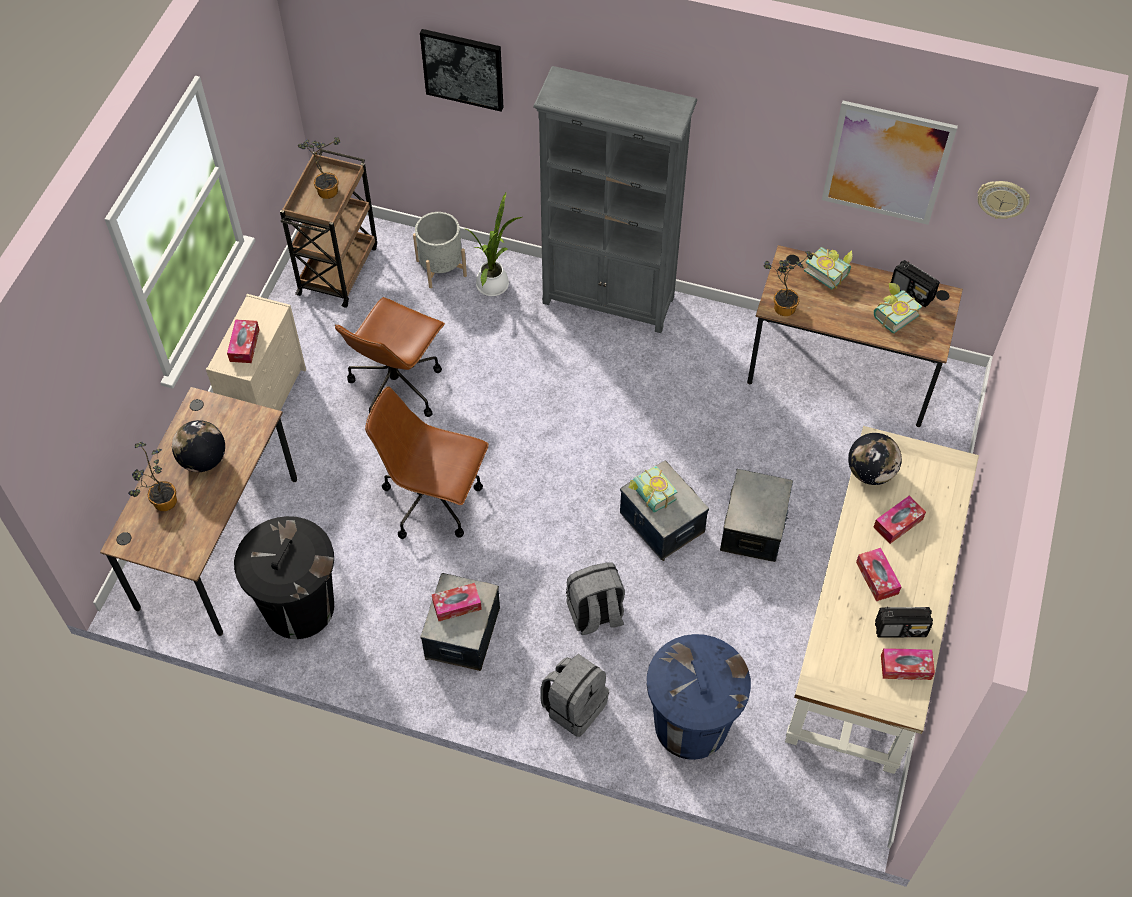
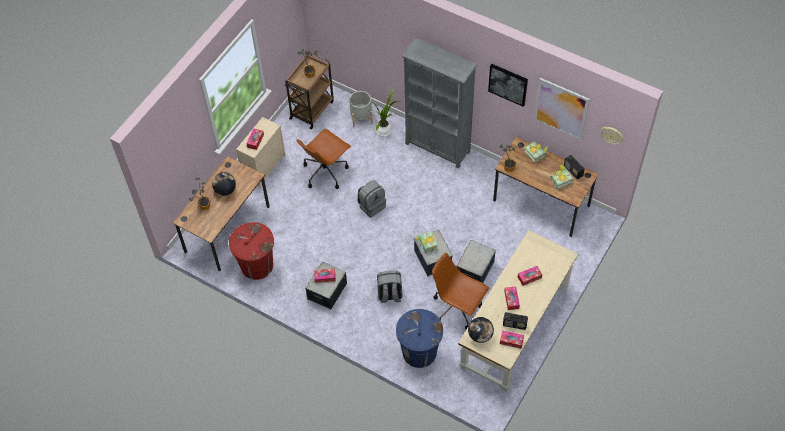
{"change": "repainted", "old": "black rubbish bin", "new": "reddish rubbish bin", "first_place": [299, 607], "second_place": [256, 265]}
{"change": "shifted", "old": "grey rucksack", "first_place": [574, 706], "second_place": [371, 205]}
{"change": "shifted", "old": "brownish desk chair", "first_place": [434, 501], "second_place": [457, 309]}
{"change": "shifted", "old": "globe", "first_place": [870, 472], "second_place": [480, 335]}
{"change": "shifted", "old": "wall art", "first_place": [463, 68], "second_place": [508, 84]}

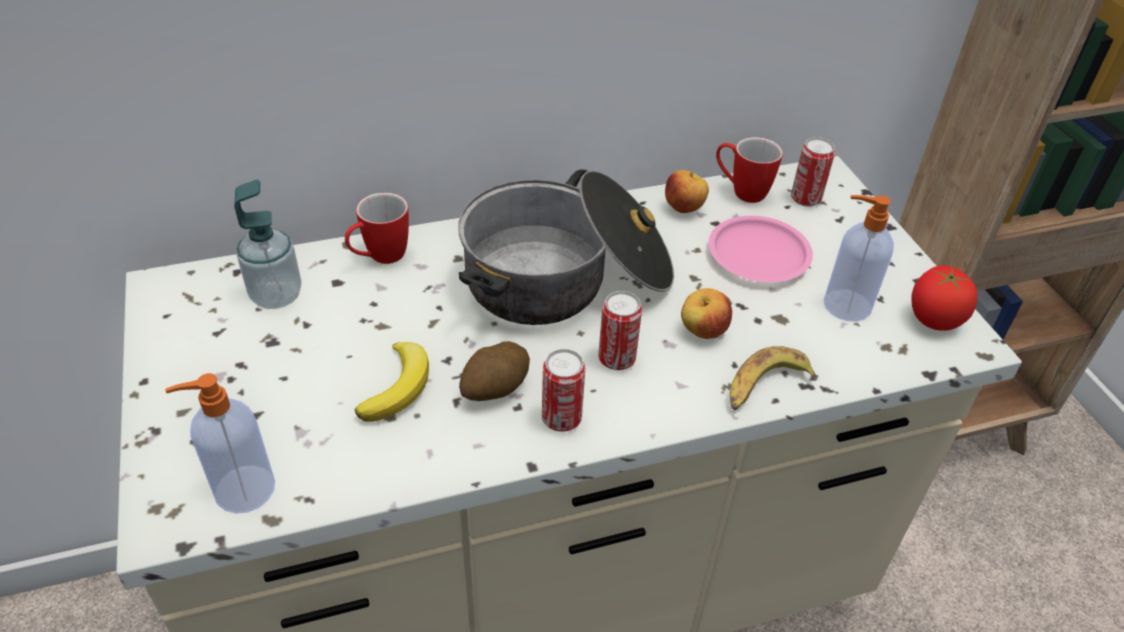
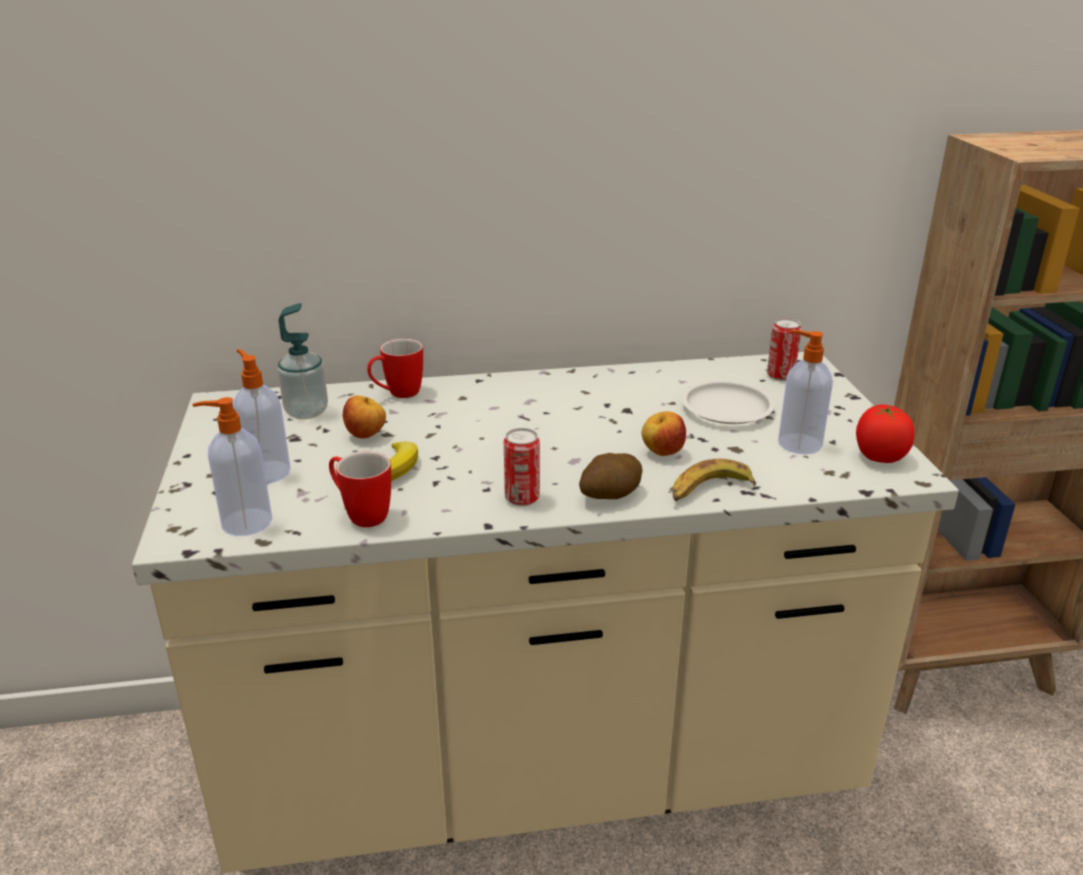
{"change": "new", "new": "soap dispenser", "second_place": [266, 472]}
{"change": "shifted", "old": "coffee mug", "first_place": [741, 191], "second_place": [361, 514]}
{"change": "shifted", "old": "whole apple", "first_place": [684, 209], "second_place": [366, 436]}
{"change": "shifted", "old": "whole potato", "first_place": [495, 389], "second_place": [610, 495]}
{"change": "repainted", "old": "pinkish flat dish", "new": "white flat dish", "first_place": [758, 256], "second_place": [726, 409]}
{"change": "gone", "old": "stockpot", "first_place": [567, 280]}
{"change": "gone", "old": "sealed can", "first_place": [616, 359]}

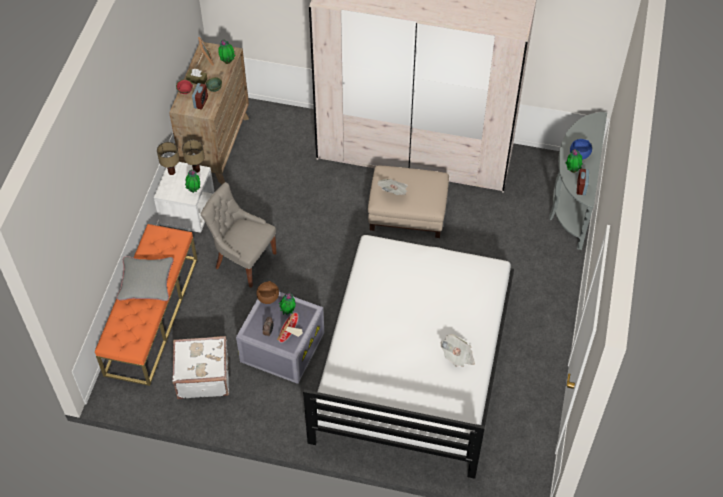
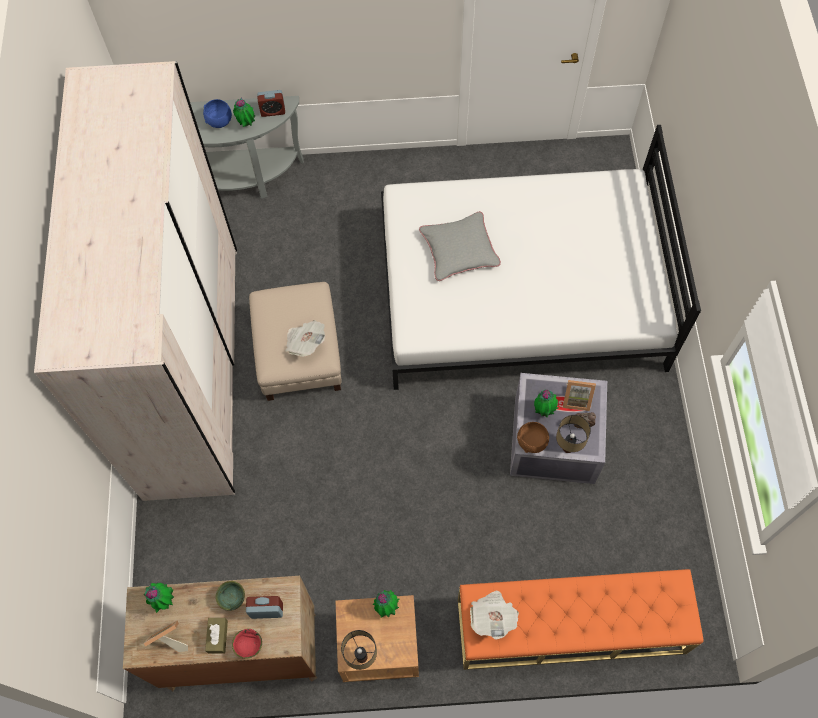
{"change": "repainted", "old": "white nightstand", "new": "brownish nightstand", "first_place": [188, 211], "second_place": [379, 646]}
{"change": "shifted", "old": "grey pillow", "first_place": [146, 282], "second_place": [459, 250]}
{"change": "shifted", "old": "newspaper", "first_place": [457, 356], "second_place": [492, 616]}
{"change": "shifted", "old": "tabletop lamp", "first_place": [196, 170], "second_place": [568, 448]}
{"change": "gone", "old": "white piece of luggage", "first_place": [203, 376]}
{"change": "gone", "old": "grey upright chair", "first_place": [244, 260]}

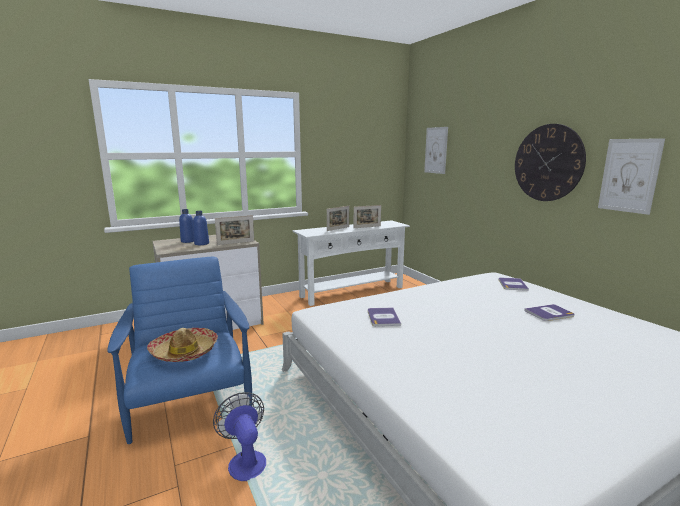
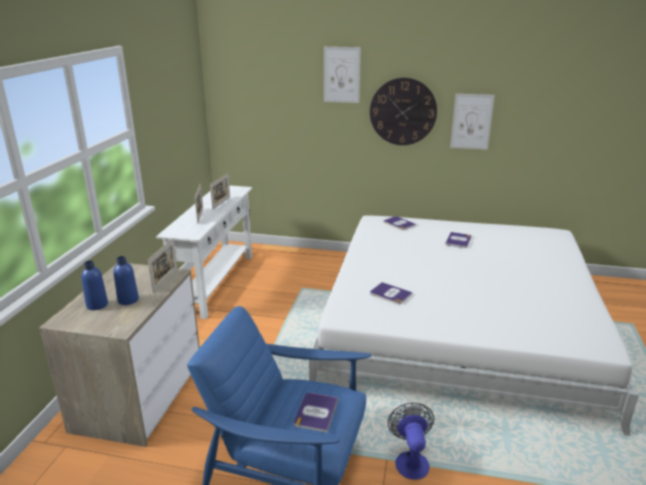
{"change": "swapped", "old": "clothing hat", "new": "book", "first_place": [184, 352], "second_place": [316, 412]}
{"change": "shifted", "old": "wall art", "first_place": [436, 150], "second_place": [341, 75]}
{"change": "rotated", "old": "fan", "first_place": [245, 460], "second_place": [410, 459], "degrees": 75}

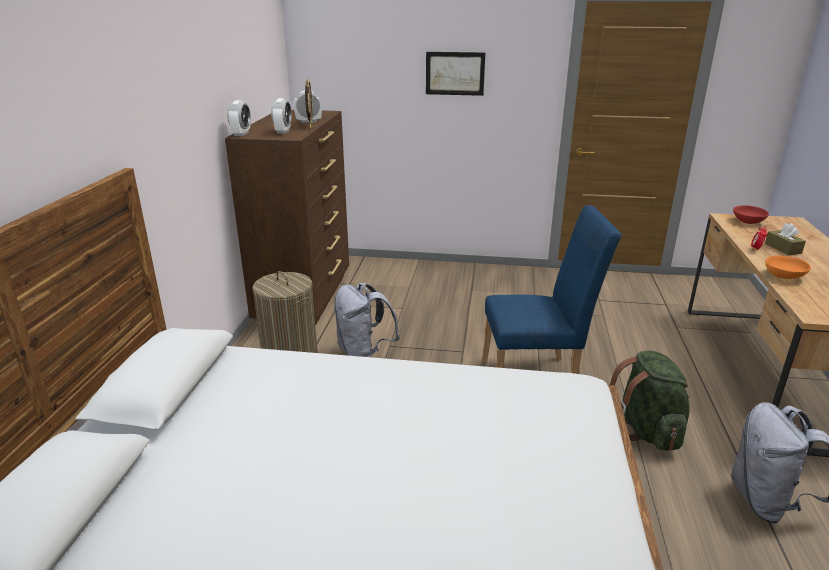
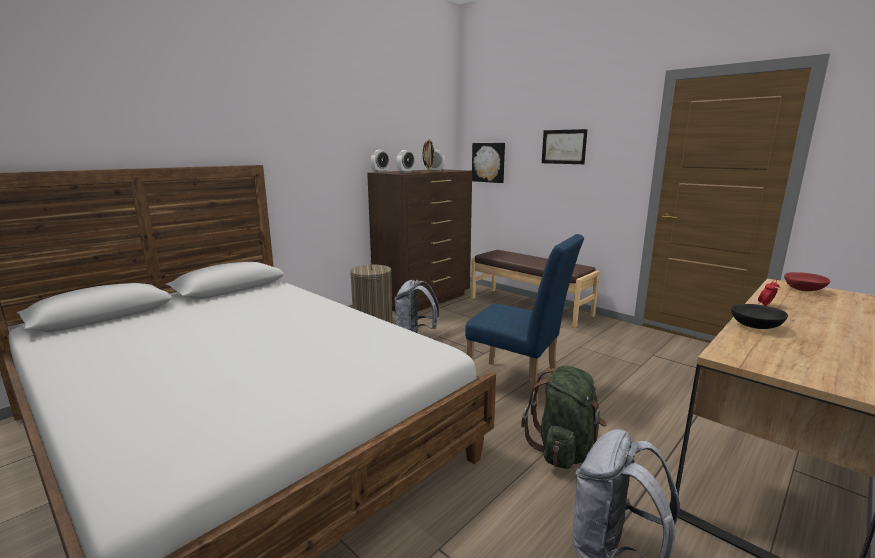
{"change": "new", "new": "brownish bench", "second_place": [529, 306]}
{"change": "new", "new": "wall art", "second_place": [489, 162]}
{"change": "repainted", "old": "orange bowl", "new": "black bowl", "first_place": [784, 276], "second_place": [756, 327]}
{"change": "gone", "old": "brownish box of tissues", "first_place": [782, 248]}

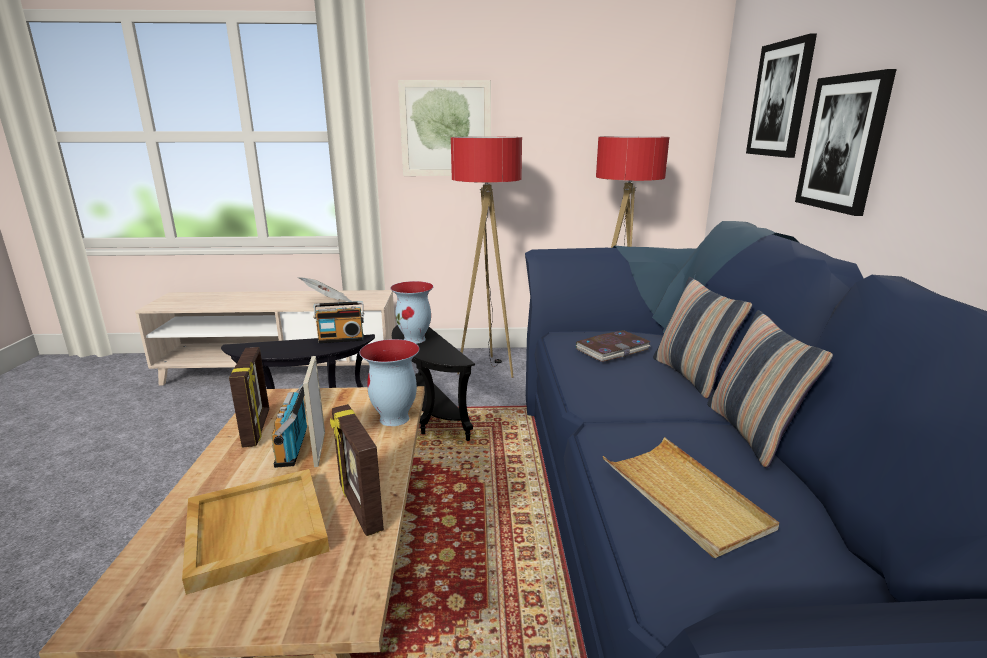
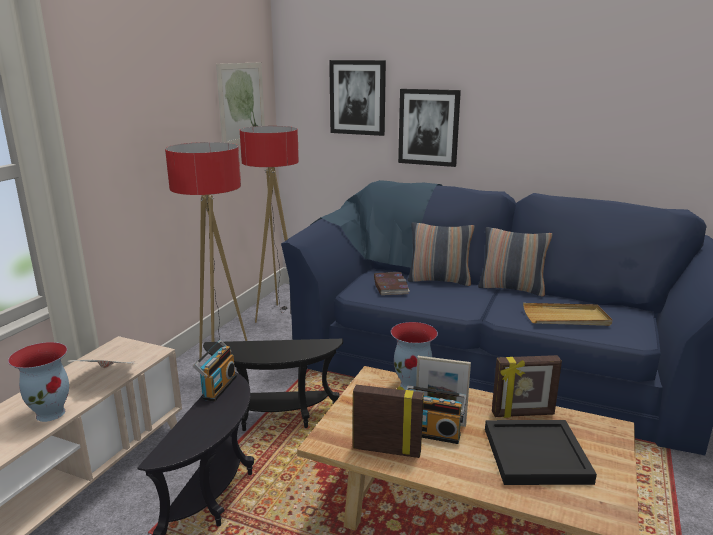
{"change": "shifted", "old": "flower vase", "first_place": [415, 339], "second_place": [51, 413]}
{"change": "shifted", "old": "wall art", "first_place": [446, 129], "second_place": [241, 103]}
{"change": "repainted", "old": "sand-coloured tray", "new": "black tray", "first_place": [255, 530], "second_place": [535, 455]}

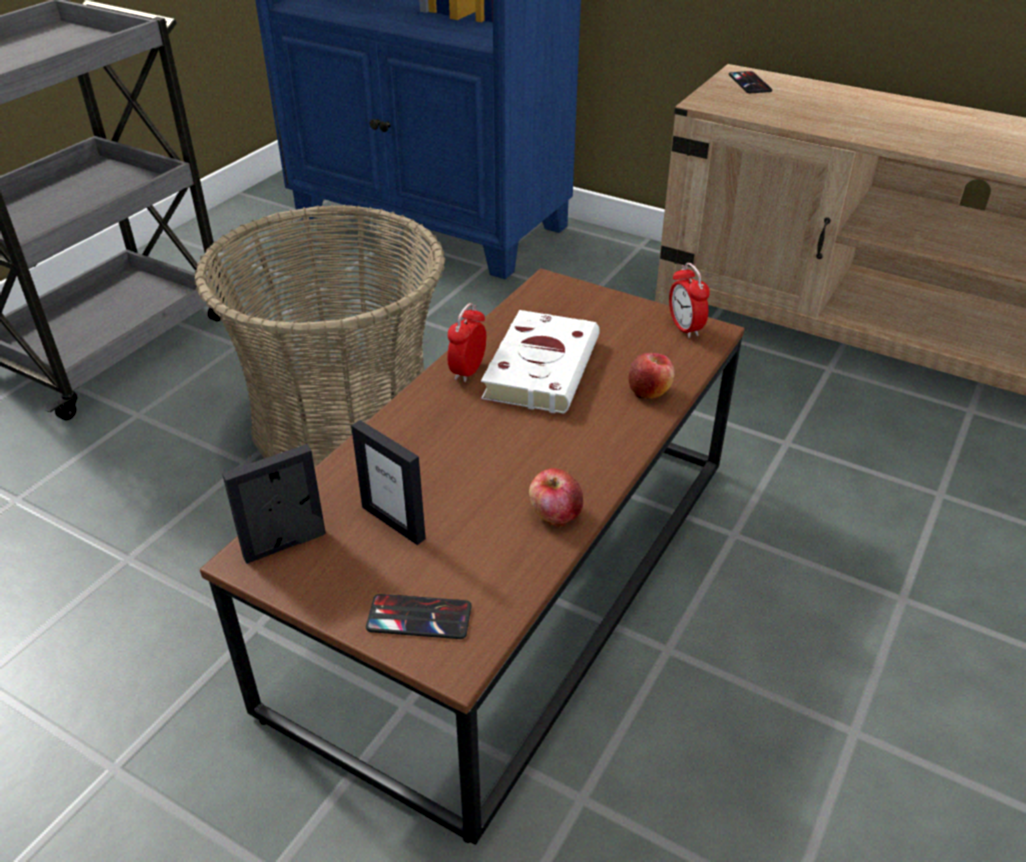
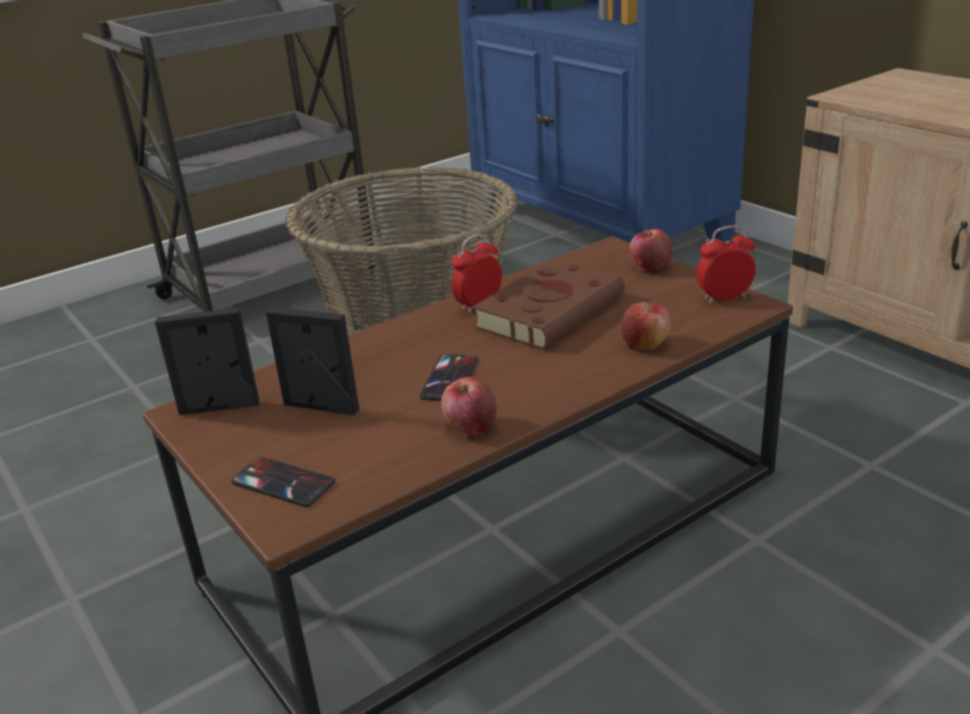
{"change": "rotated", "old": "photo frame", "first_place": [394, 522], "second_place": [321, 407], "degrees": 135}
{"change": "shifted", "old": "telephone", "first_place": [749, 83], "second_place": [450, 378]}
{"change": "repainted", "old": "white book", "new": "brownish book", "first_place": [542, 366], "second_place": [552, 310]}
{"change": "new", "new": "whole apple", "second_place": [650, 267]}
{"change": "rotated", "old": "table clock", "first_place": [685, 328], "second_place": [724, 298], "degrees": 75}

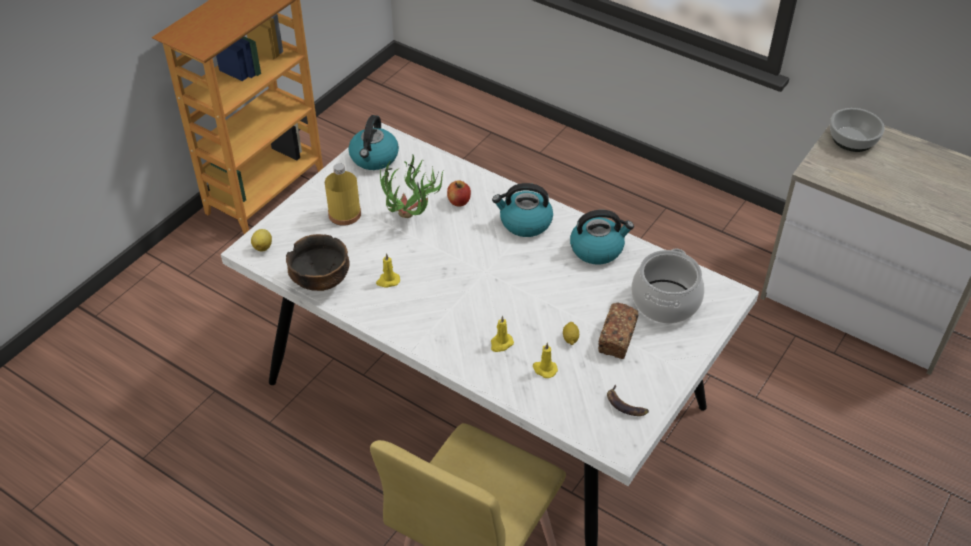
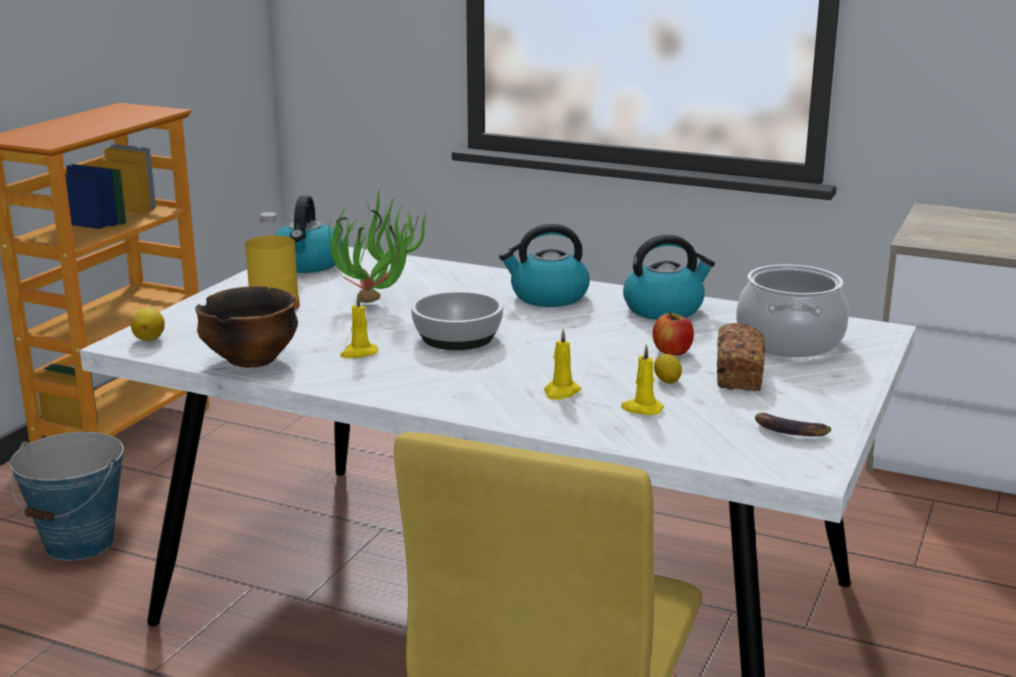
{"change": "new", "new": "water bucket", "second_place": [80, 543]}
{"change": "shifted", "old": "bowl", "first_place": [853, 139], "second_place": [458, 337]}
{"change": "shifted", "old": "whole apple", "first_place": [459, 201], "second_place": [672, 351]}

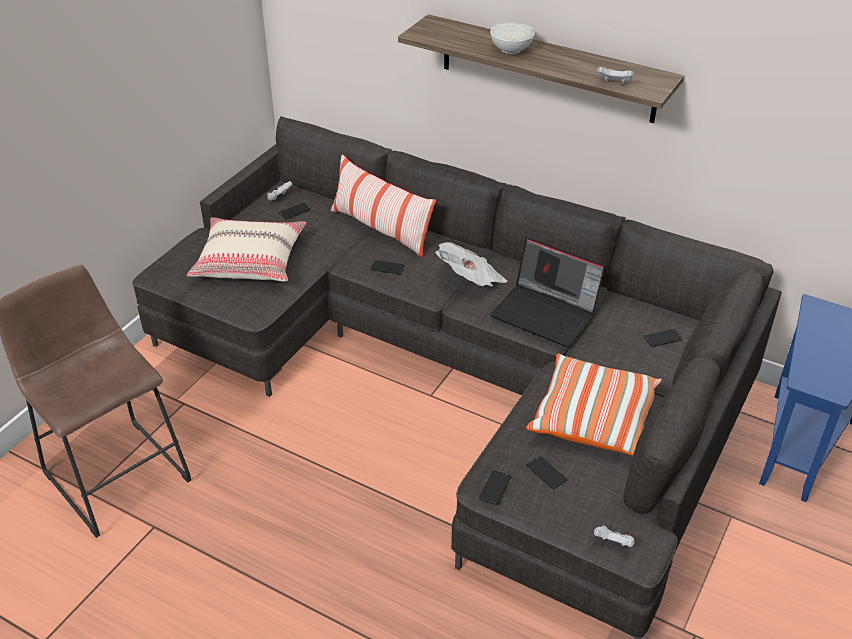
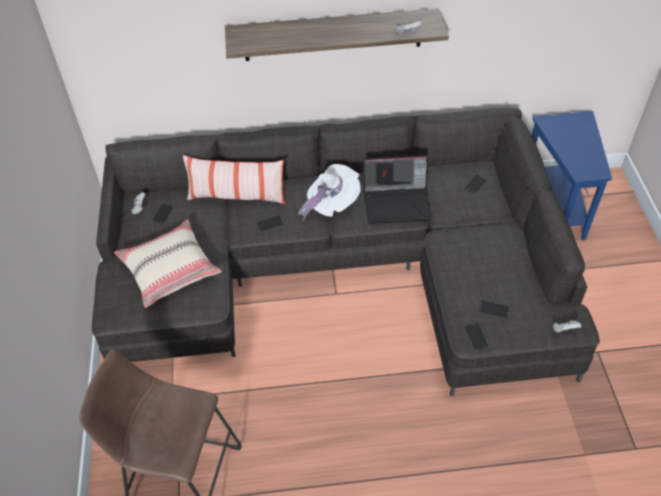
{"change": "swapped", "old": "newspaper", "new": "white clothing hat", "first_place": [471, 280], "second_place": [331, 204]}
{"change": "gone", "old": "white bowl", "first_place": [512, 49]}
{"change": "gone", "old": "pillow", "first_place": [593, 418]}

